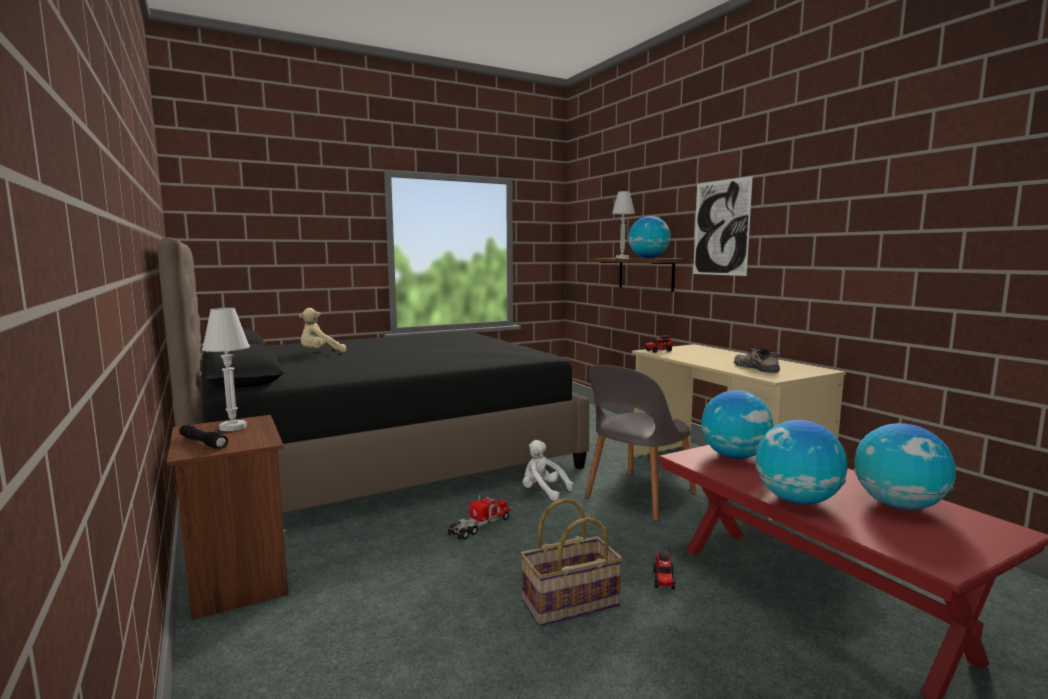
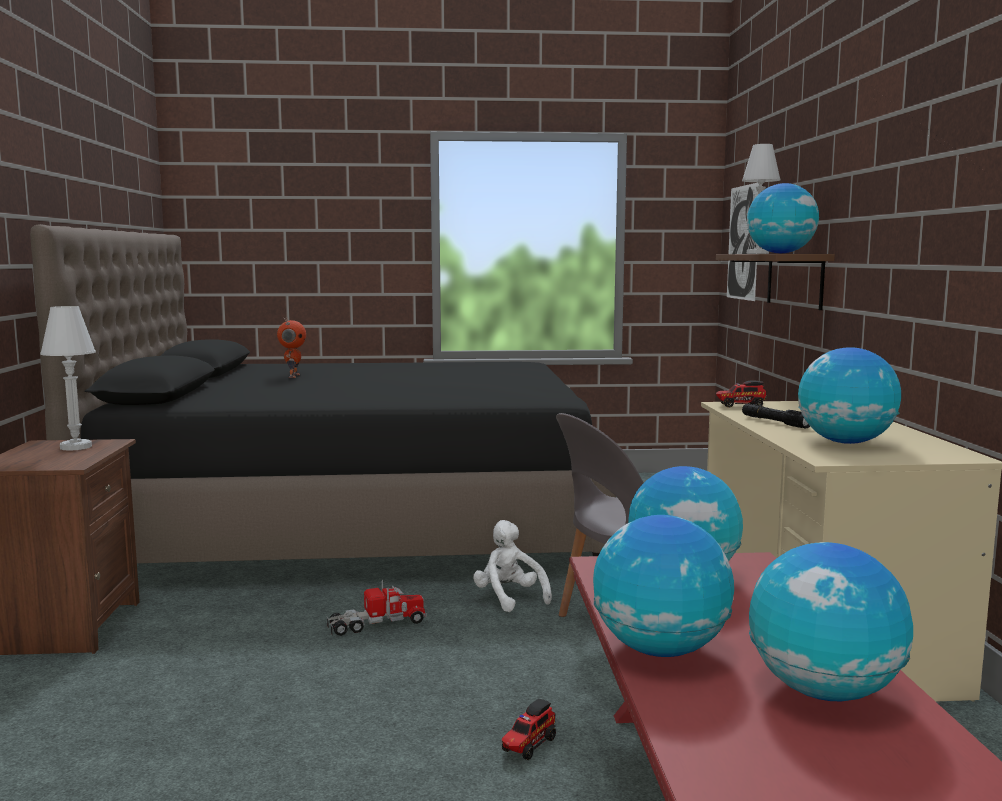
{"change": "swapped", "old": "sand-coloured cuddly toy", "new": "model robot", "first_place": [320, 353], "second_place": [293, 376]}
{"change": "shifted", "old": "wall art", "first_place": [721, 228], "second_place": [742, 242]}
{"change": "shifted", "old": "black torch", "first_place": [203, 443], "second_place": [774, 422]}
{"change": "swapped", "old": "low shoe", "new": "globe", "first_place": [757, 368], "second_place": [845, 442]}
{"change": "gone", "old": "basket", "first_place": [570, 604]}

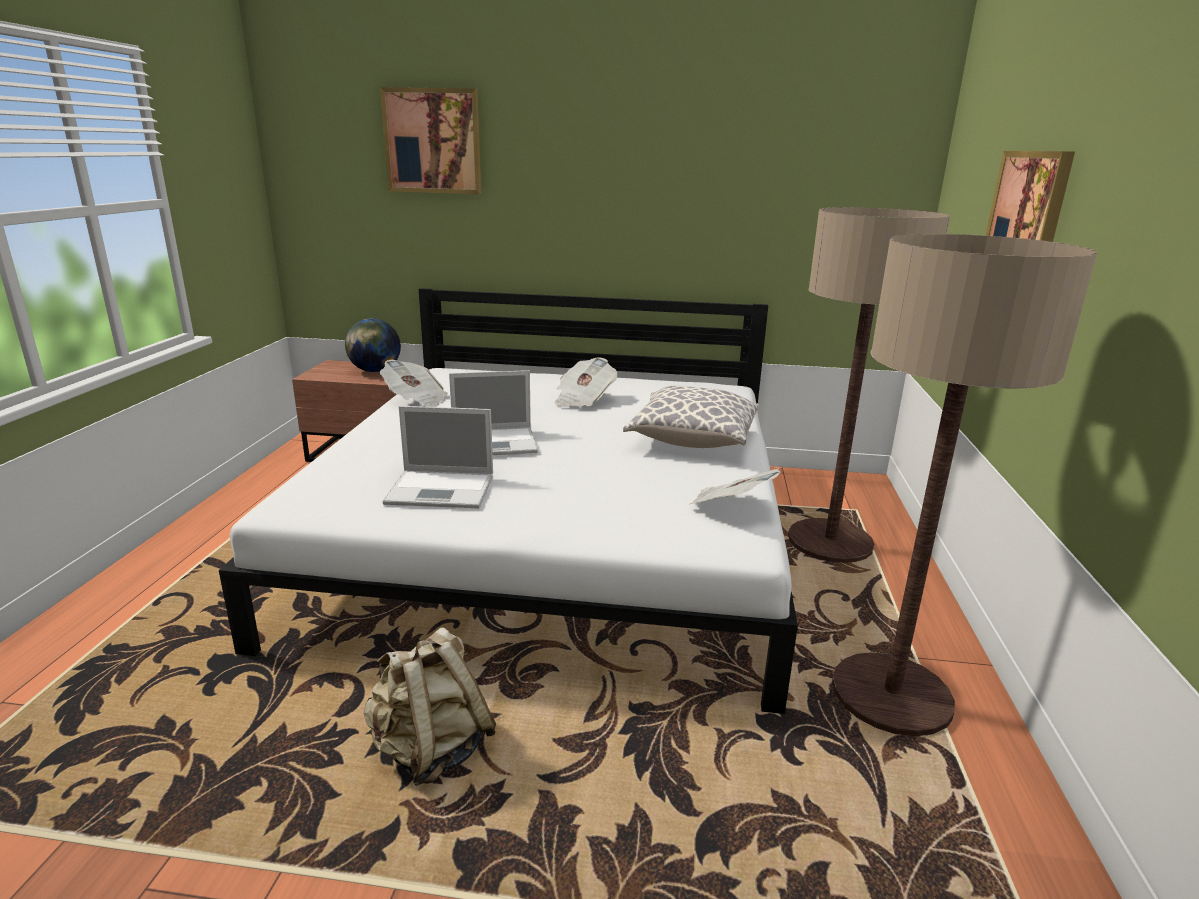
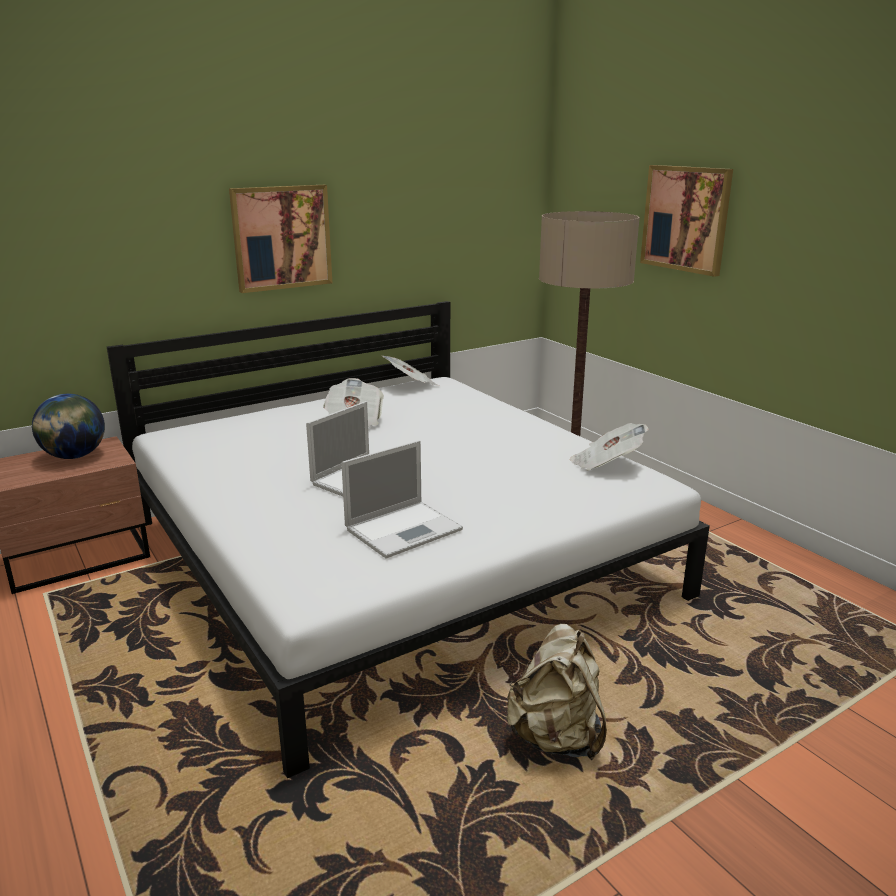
{"change": "shifted", "old": "wall art", "first_place": [433, 141], "second_place": [281, 237]}
{"change": "shifted", "old": "newspaper", "first_place": [416, 400], "second_place": [411, 385]}
{"change": "gone", "old": "pillow", "first_place": [692, 440]}
{"change": "gone", "old": "standing lamp", "first_place": [890, 695]}

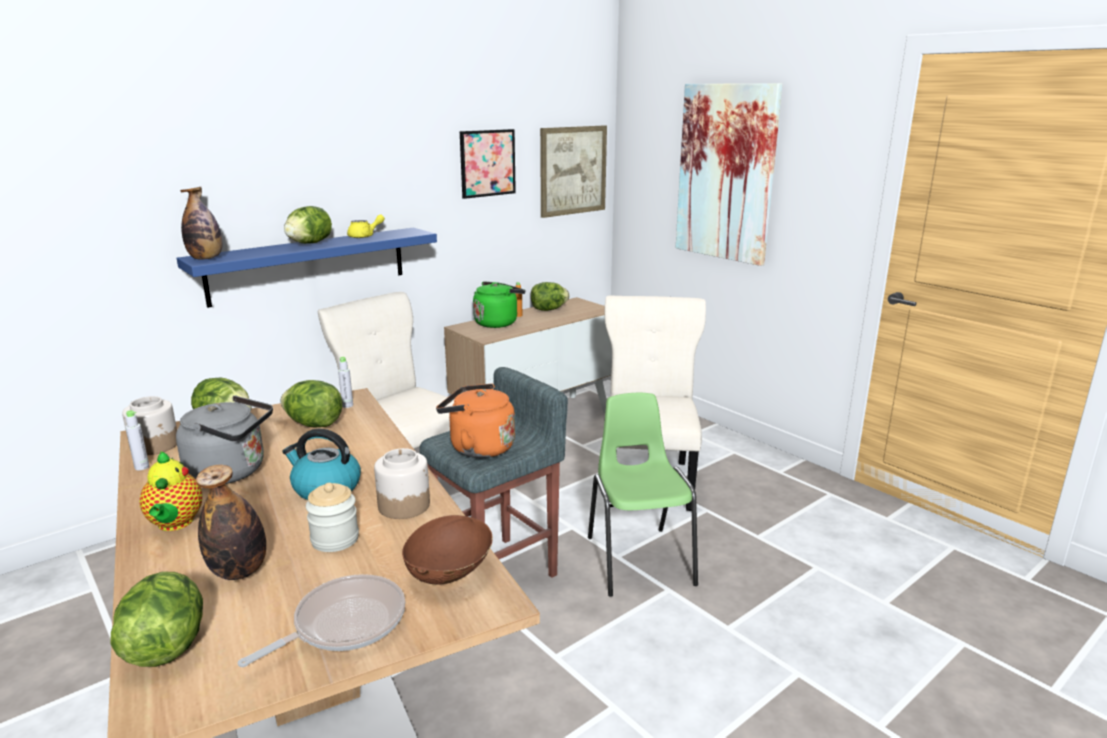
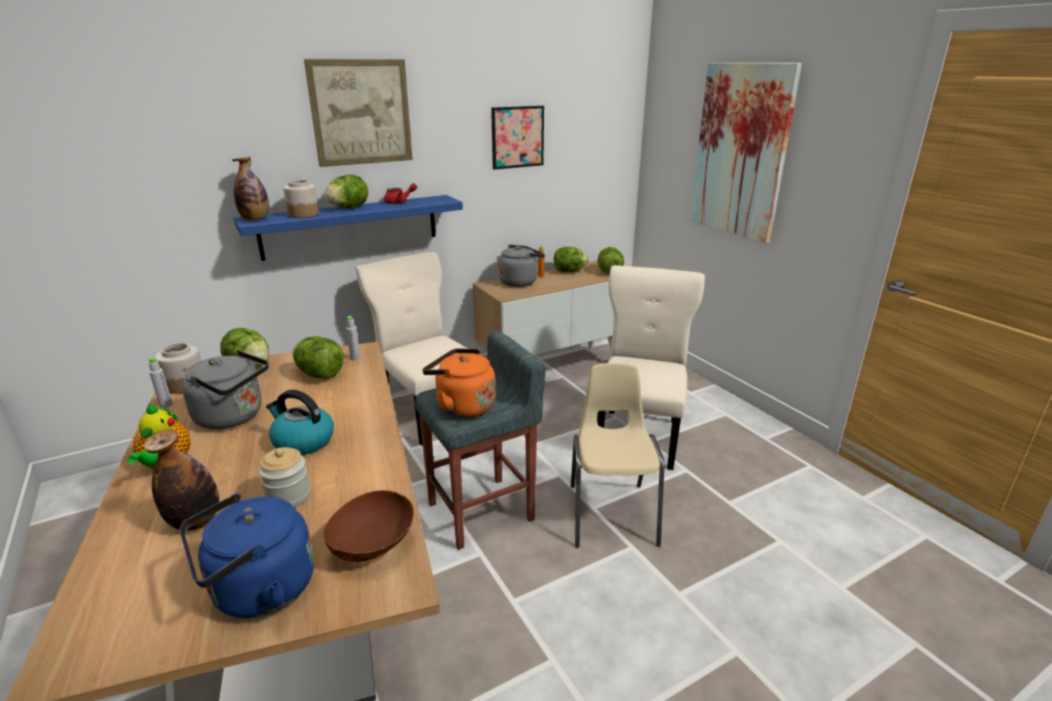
{"change": "swapped", "old": "frying pan", "new": "bluish water kettle", "first_place": [343, 624], "second_place": [258, 592]}
{"change": "shifted", "old": "jar", "first_place": [404, 505], "second_place": [303, 214]}
{"change": "shifted", "old": "wall art", "first_place": [573, 170], "second_place": [361, 112]}
{"change": "repainted", "old": "yellow teapot", "new": "reddish teapot", "first_place": [365, 236], "second_place": [399, 202]}
{"change": "repainted", "old": "green-coloured water kettle", "new": "grey water kettle", "first_place": [497, 323], "second_place": [520, 282]}
{"change": "repainted", "old": "green-coloured upright chair", "new": "sand-coloured upright chair", "first_place": [639, 560], "second_place": [611, 513]}
{"change": "shifted", "old": "lettuce head", "first_place": [166, 646], "second_place": [609, 272]}

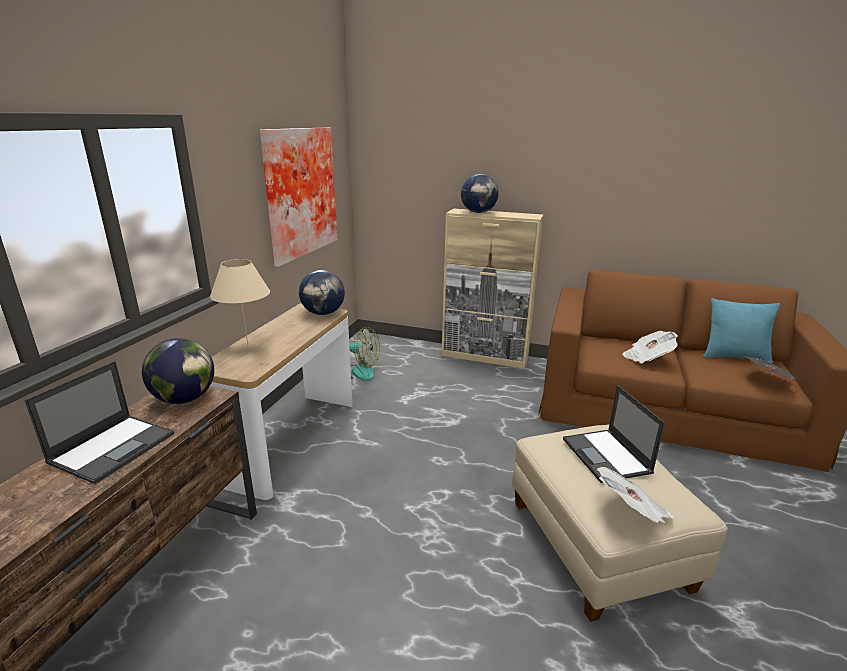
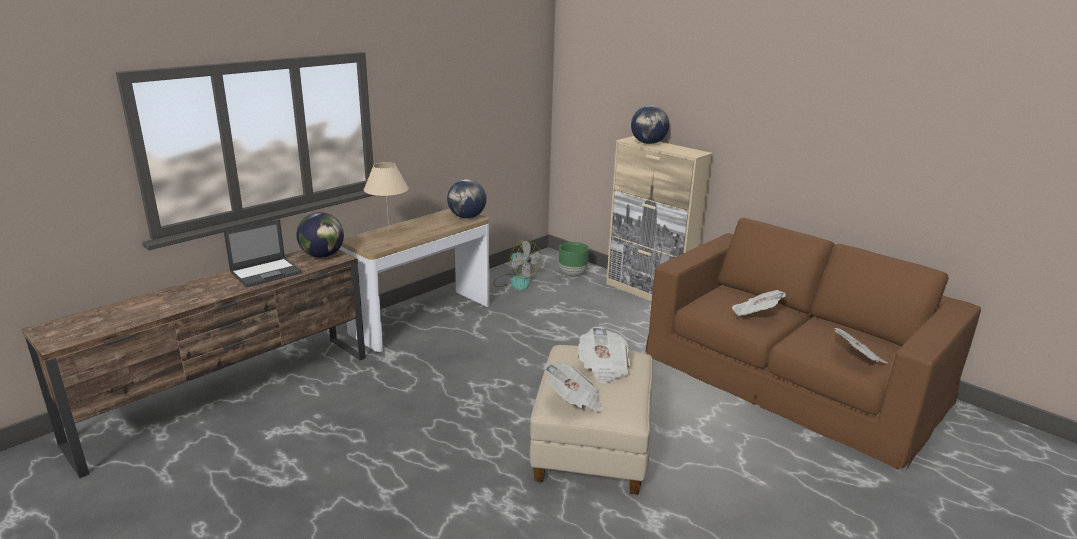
{"change": "new", "new": "green-coloured flower pot", "second_place": [572, 275]}
{"change": "swapped", "old": "notebook computer", "new": "newspaper", "first_place": [607, 456], "second_place": [603, 368]}
{"change": "gone", "old": "wall art", "first_place": [298, 192]}
{"change": "gone", "old": "turquoise pillow", "first_place": [734, 357]}

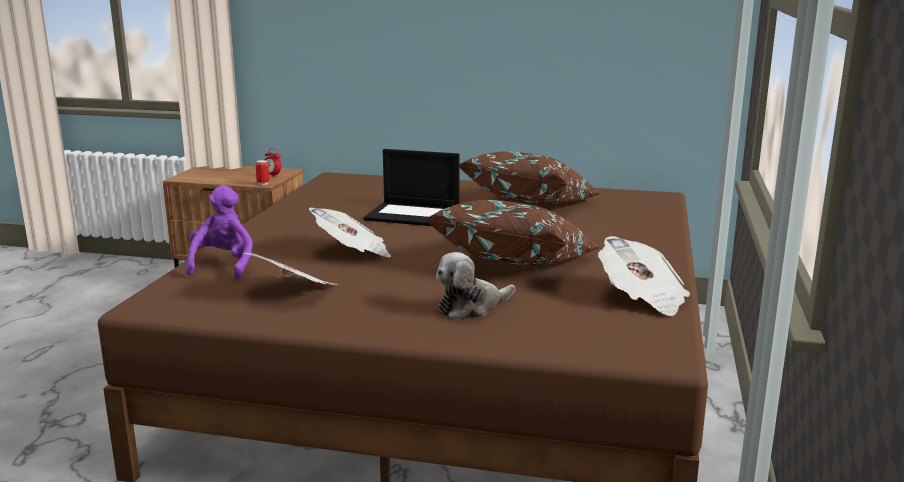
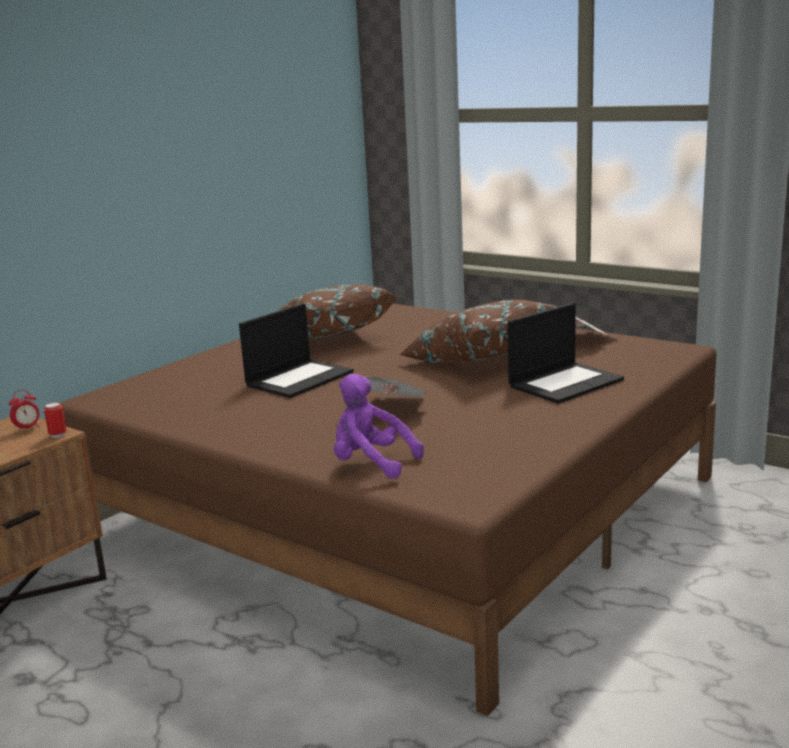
{"change": "swapped", "old": "cuddly toy", "new": "notebook computer", "first_place": [471, 307], "second_place": [565, 382]}
{"change": "gone", "old": "newspaper", "first_place": [292, 292]}

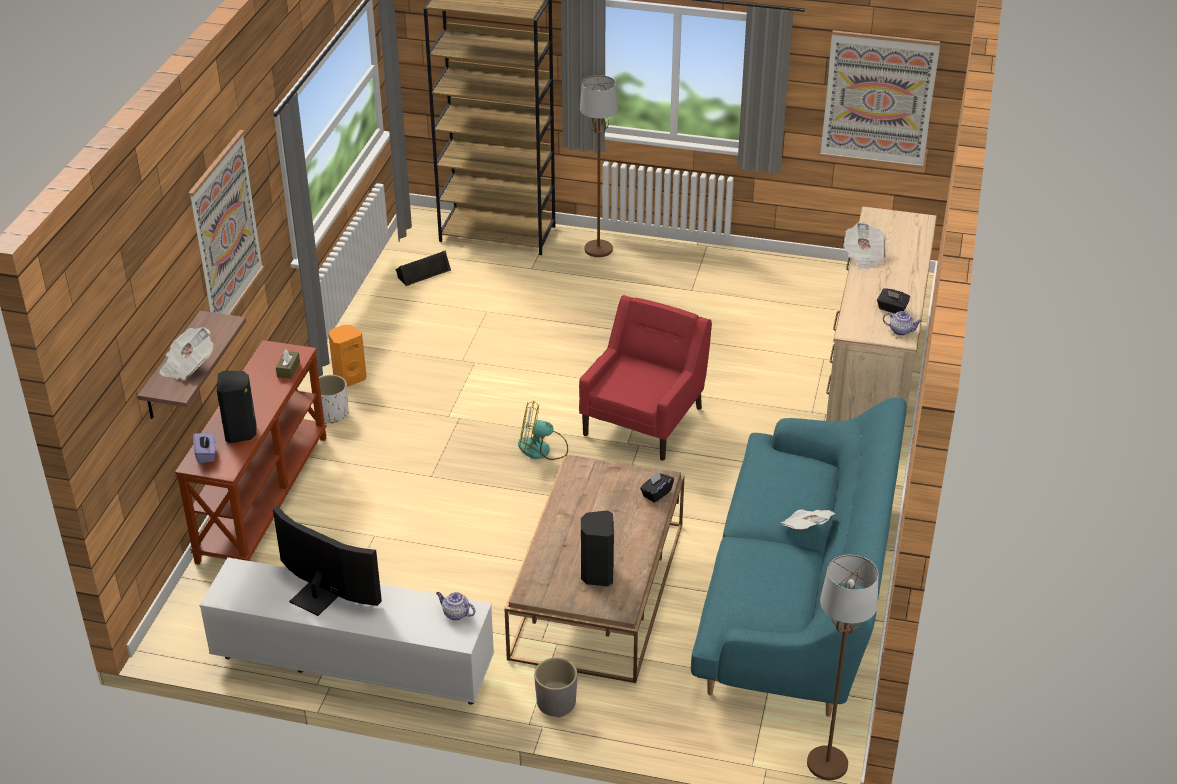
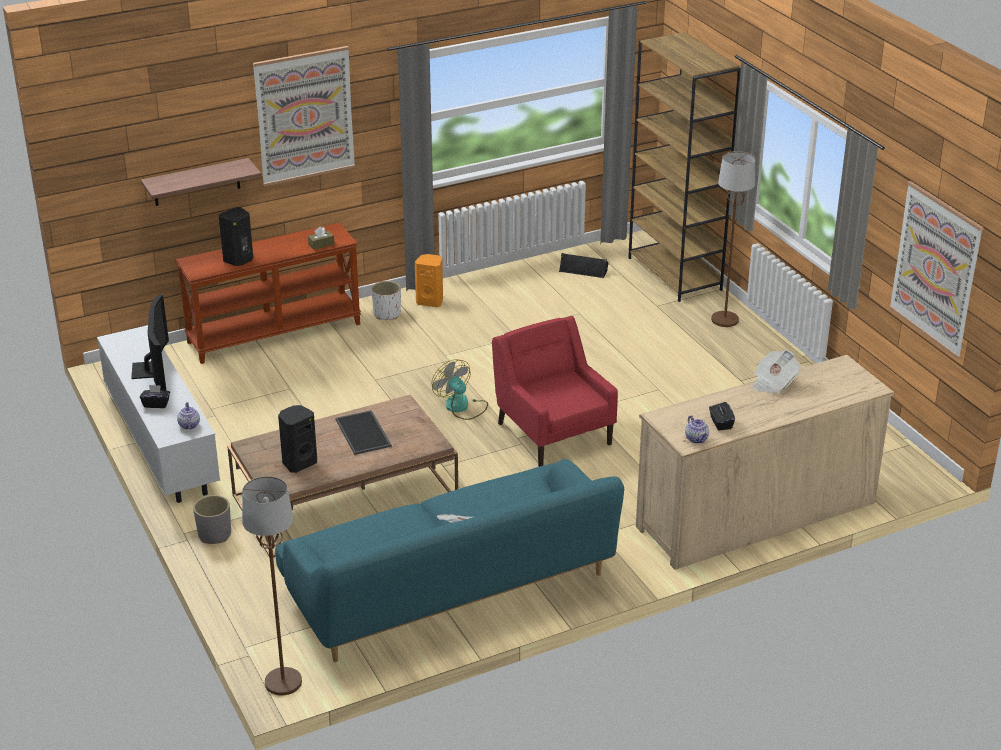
{"change": "shifted", "old": "black box of tissues", "first_place": [656, 493], "second_place": [156, 404]}
{"change": "new", "new": "tray", "second_place": [364, 433]}
{"change": "rotated", "old": "reddish easy chair", "first_place": [644, 420], "second_place": [553, 432], "degrees": -105}
{"change": "gone", "old": "newspaper", "first_place": [188, 366]}
{"change": "gone", "old": "purple box of tissues", "first_place": [206, 455]}

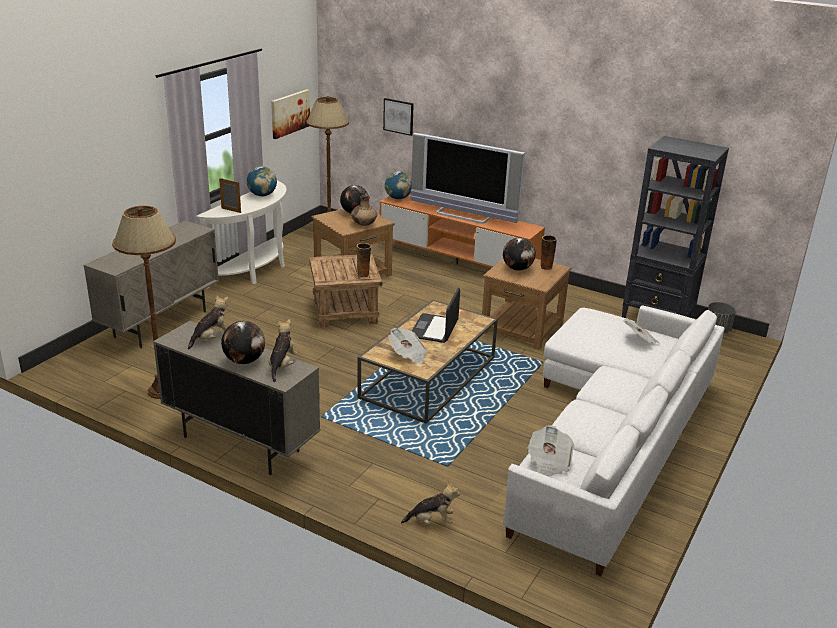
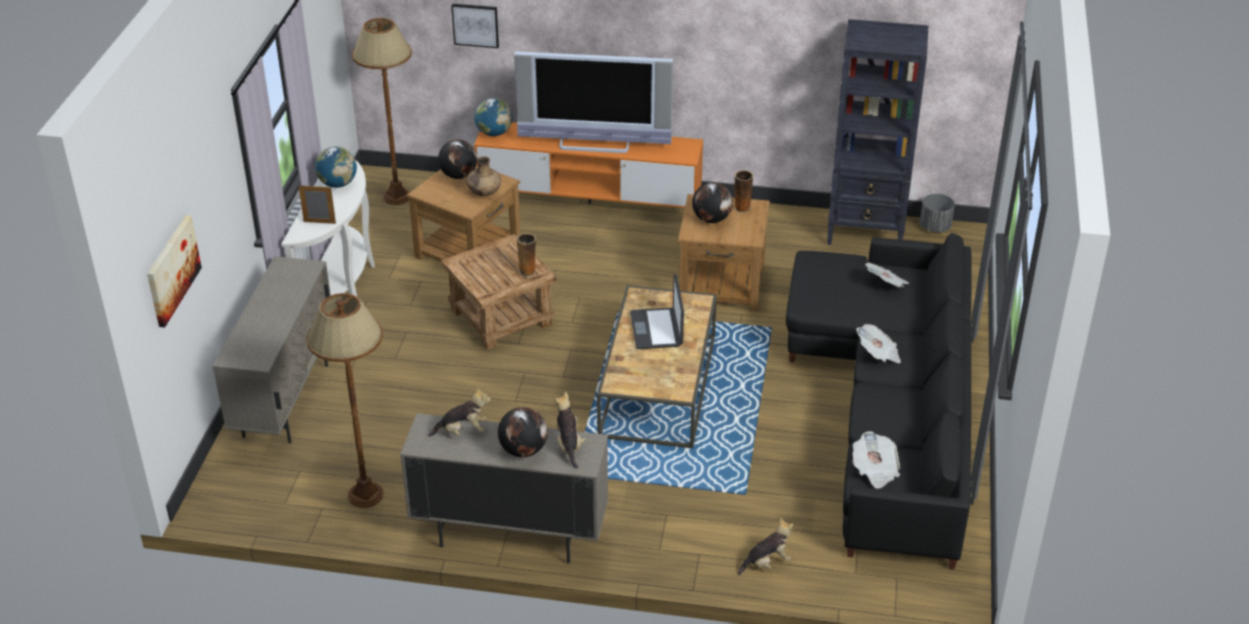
{"change": "shifted", "old": "wall art", "first_place": [290, 113], "second_place": [172, 270]}
{"change": "rotated", "old": "cuddly toy", "first_place": [211, 338], "second_place": [462, 431], "degrees": 60}
{"change": "repainted", "old": "white sofa", "new": "black sofa", "first_place": [612, 436], "second_place": [890, 405]}
{"change": "shifted", "old": "newspaper", "first_place": [408, 355], "second_place": [878, 354]}

